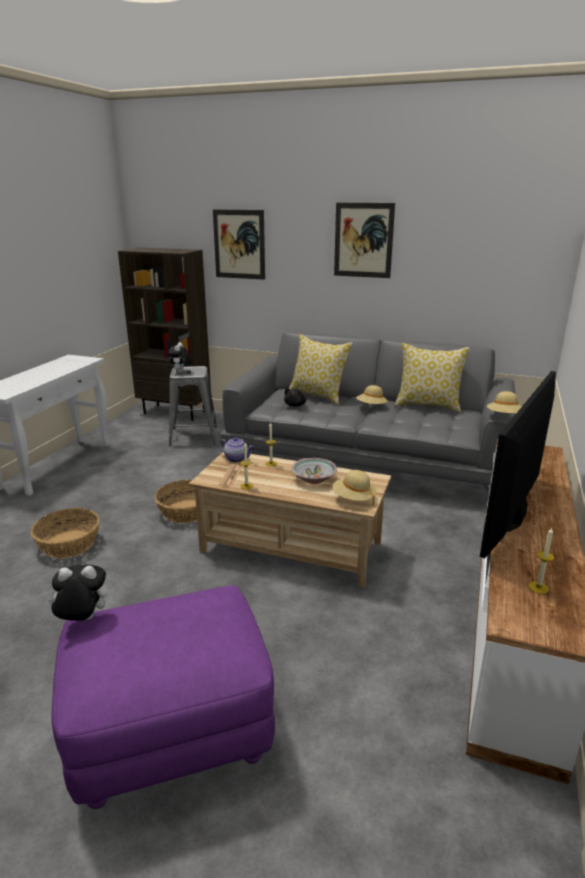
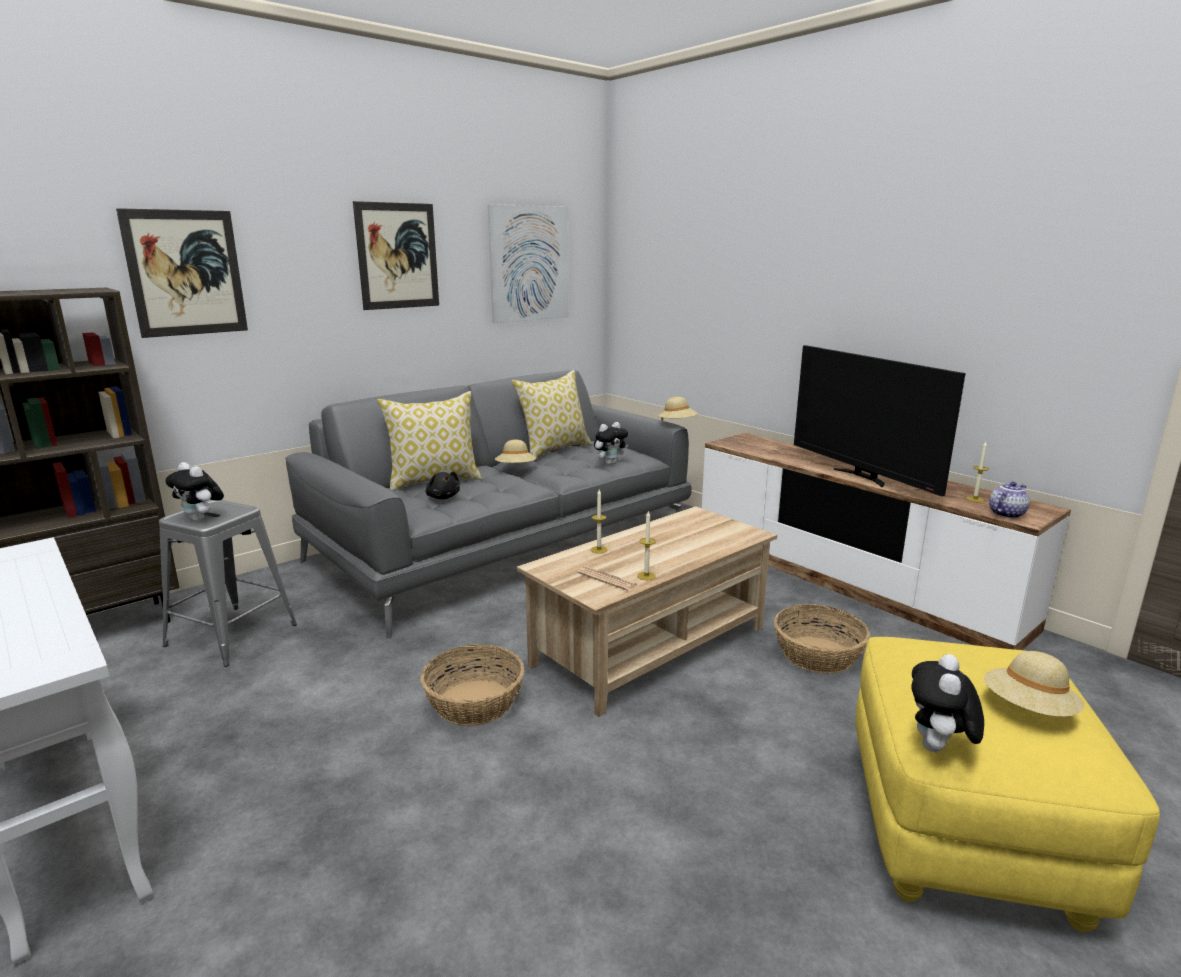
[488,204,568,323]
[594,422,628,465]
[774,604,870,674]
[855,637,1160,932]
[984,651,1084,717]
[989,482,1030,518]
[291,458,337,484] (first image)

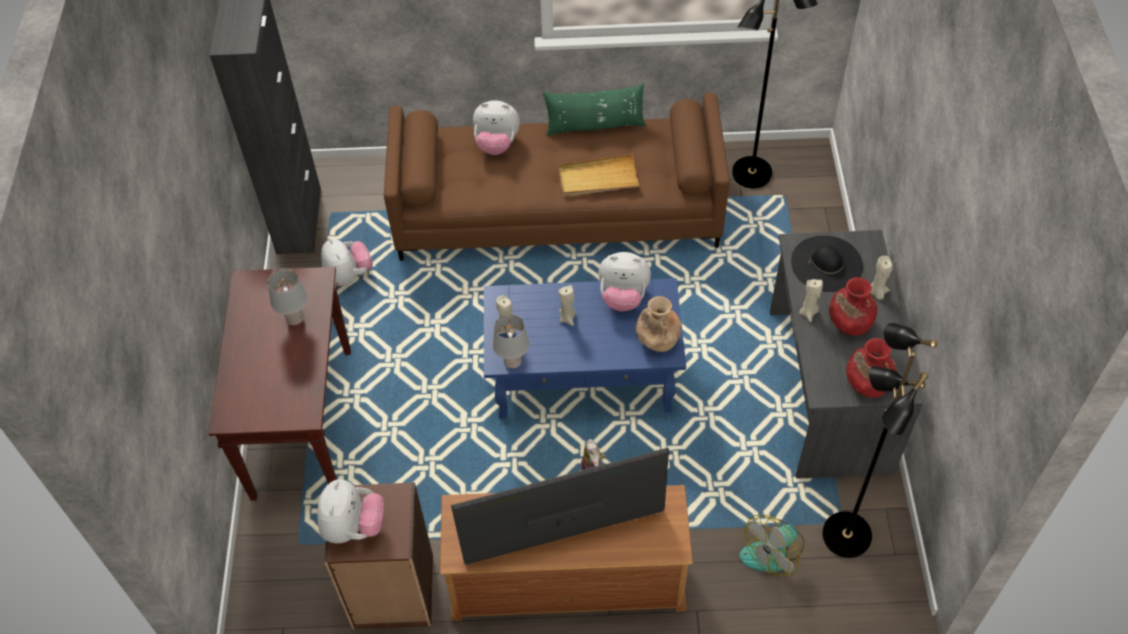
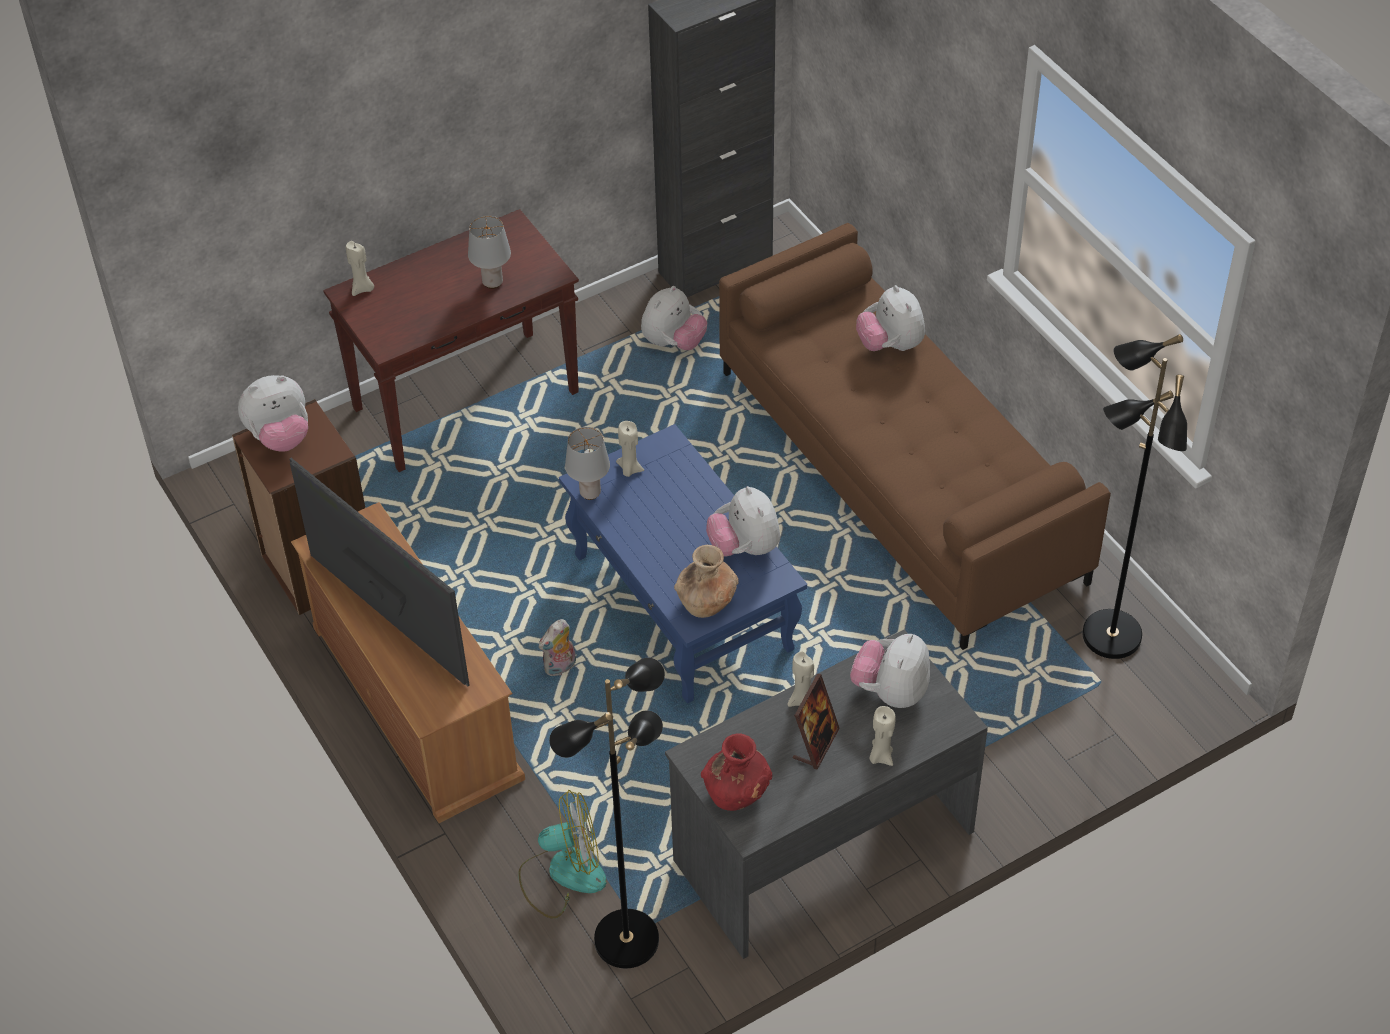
[346,241,374,296]
[518,790,606,919]
[793,674,840,770]
[850,634,930,708]
[543,83,646,136] (first image)
[559,154,640,196] (first image)

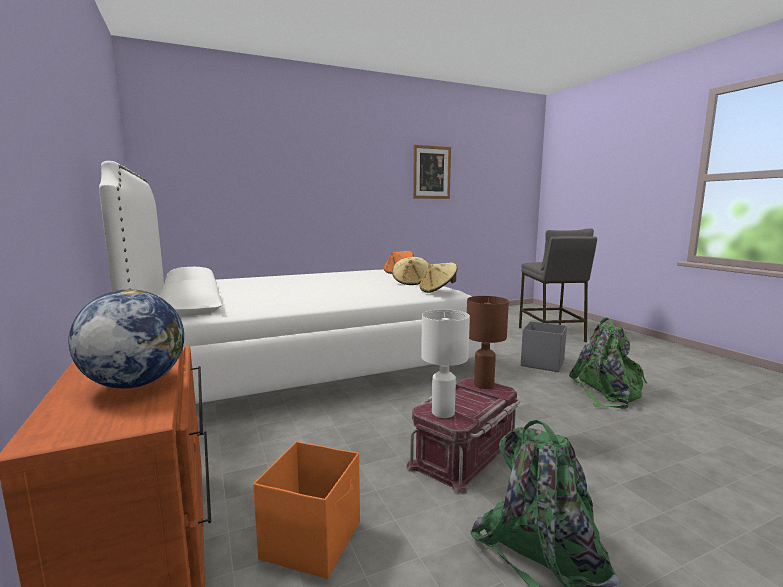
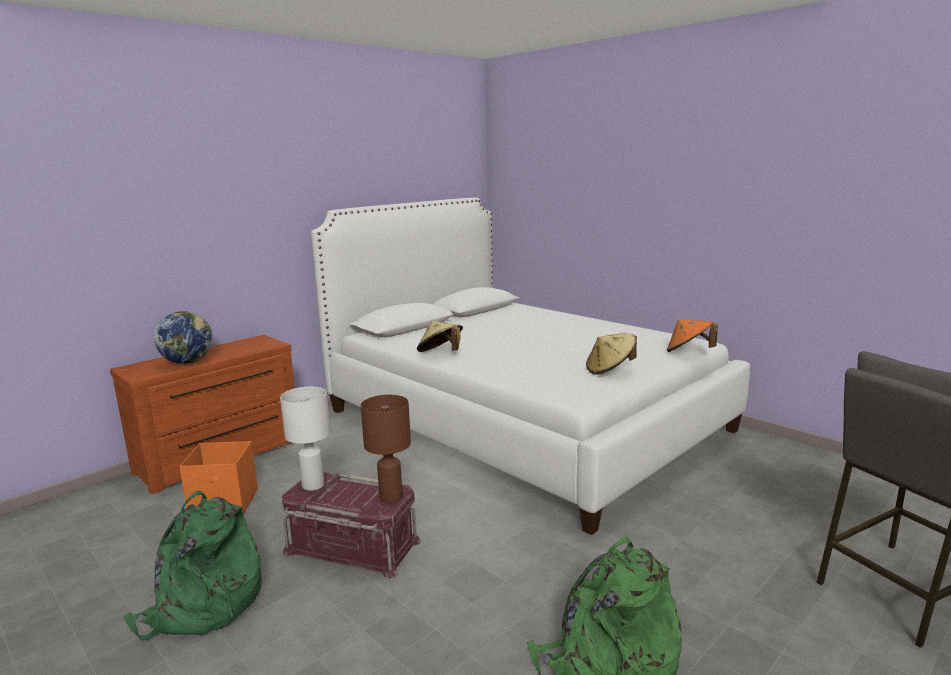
[417,321,463,352]
[413,145,451,199] (first image)
[521,321,567,372] (first image)

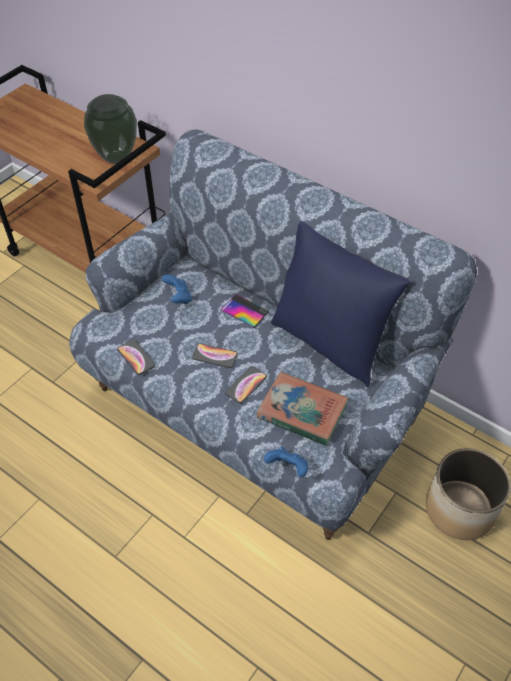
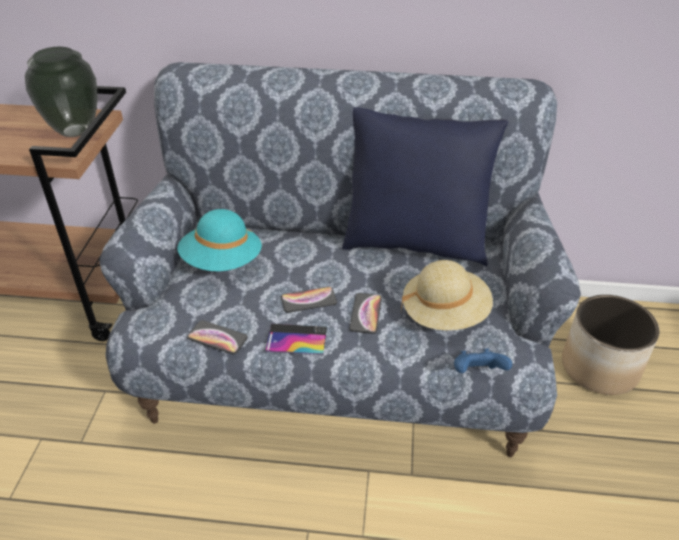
[177,209,262,271]
[266,324,327,355]
[401,260,493,330]

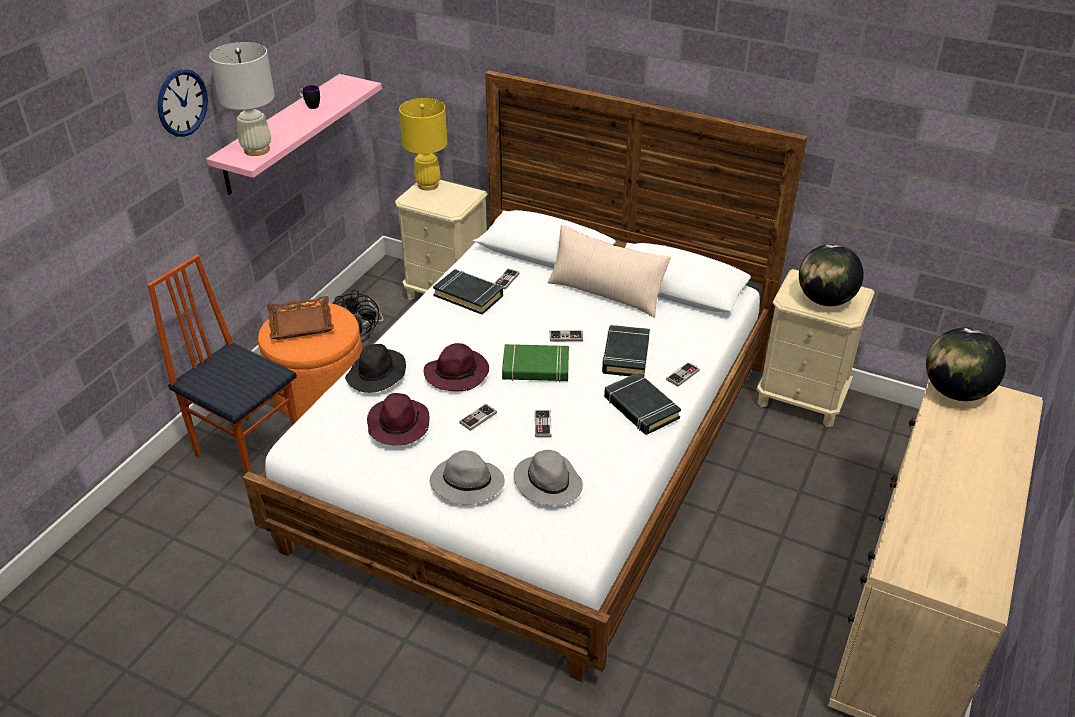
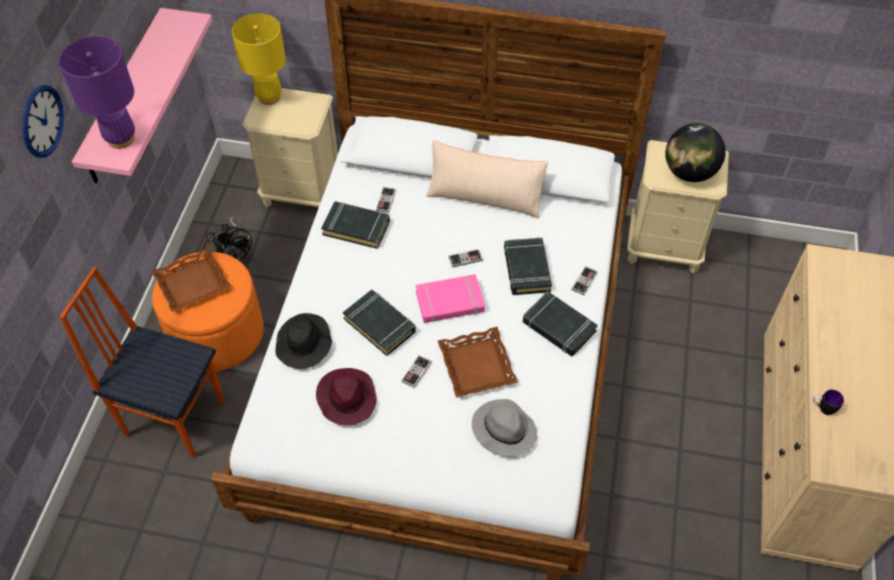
[59,36,135,149]
[343,290,416,356]
[416,274,485,323]
[438,327,518,398]
[813,390,844,415]
[430,450,505,506] (first image)
[926,328,1006,401] (first image)

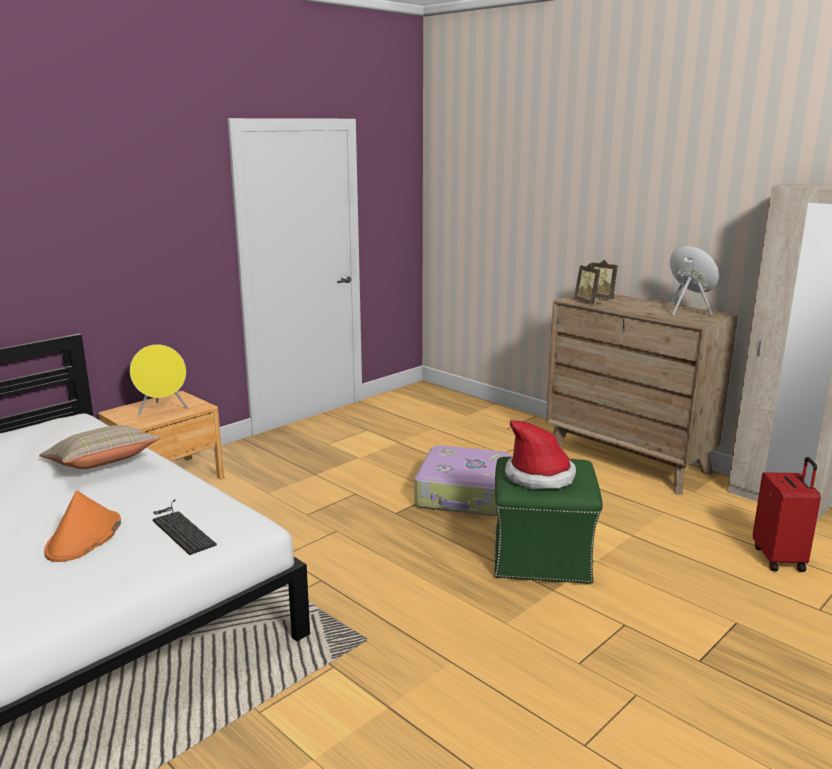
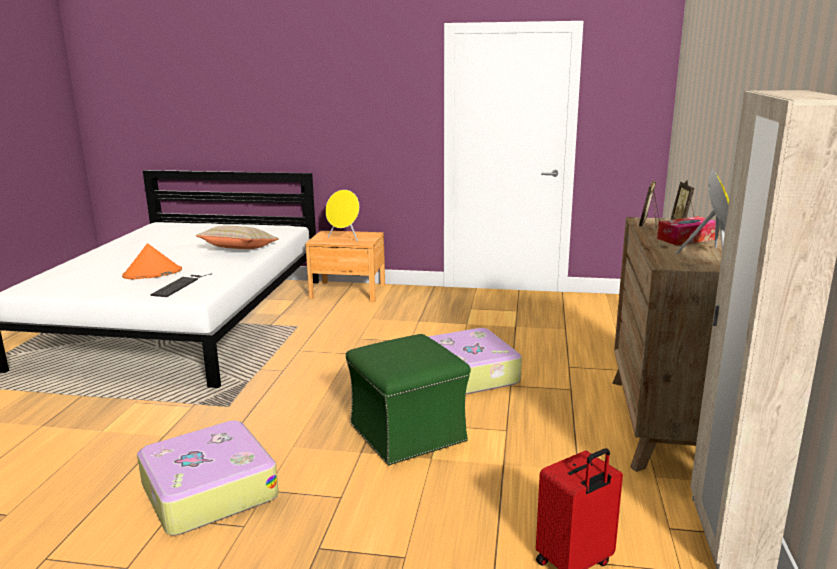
[137,420,279,535]
[657,216,716,245]
[505,420,576,490] (first image)

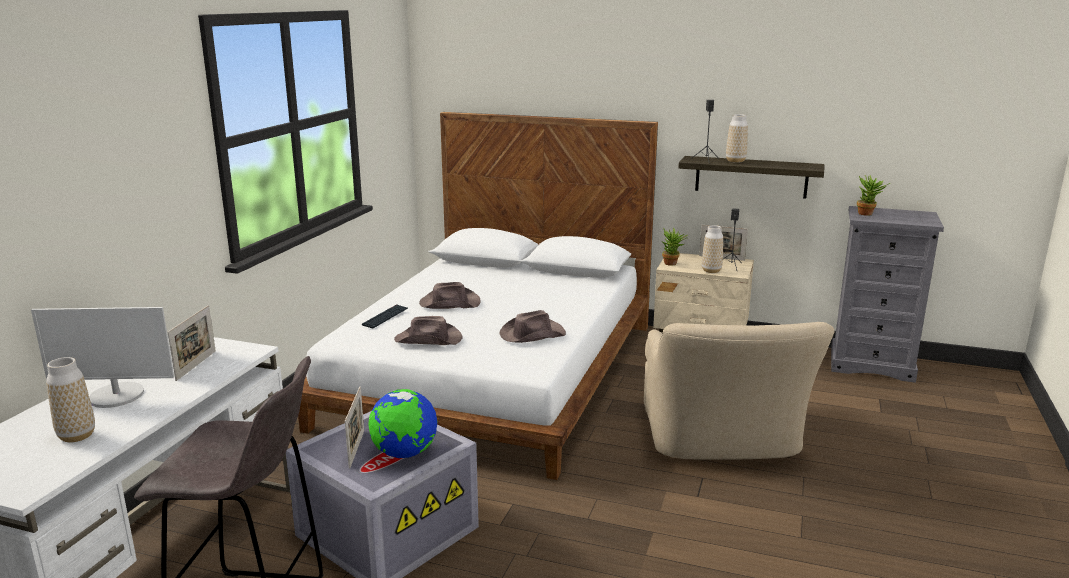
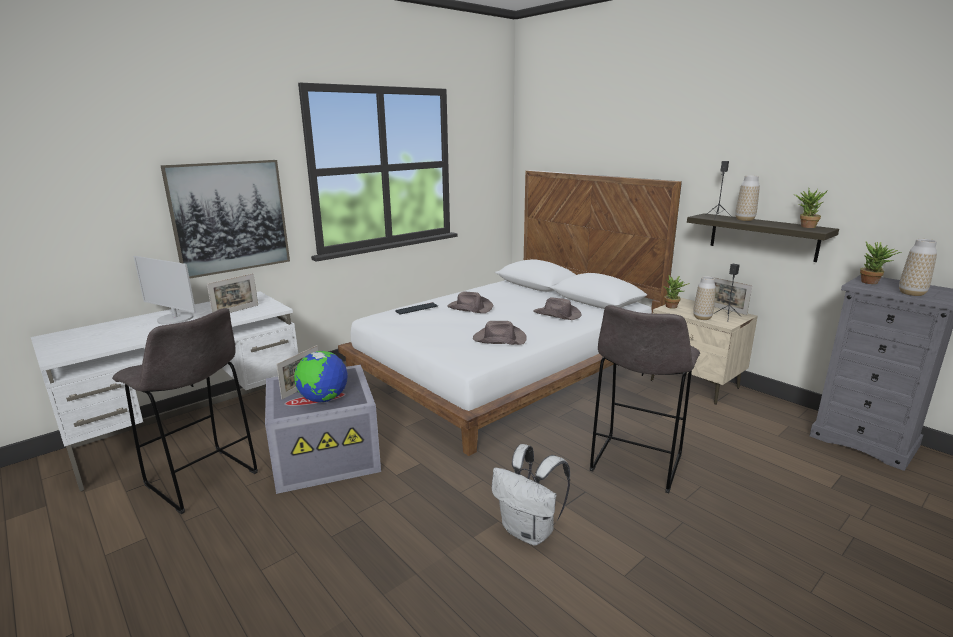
[161,160,290,278]
[492,444,570,546]
[533,297,581,320]
[590,305,700,493]
[793,188,828,228]
[899,239,937,296]

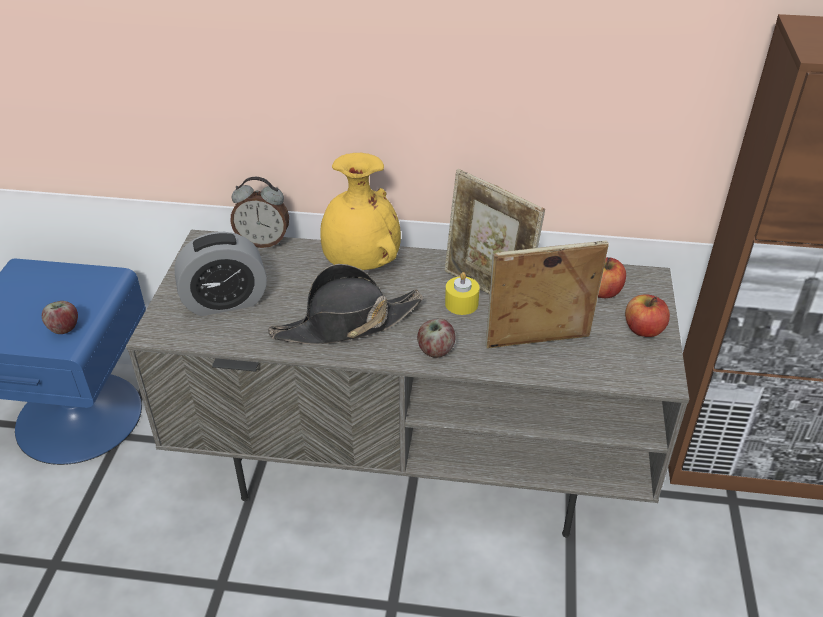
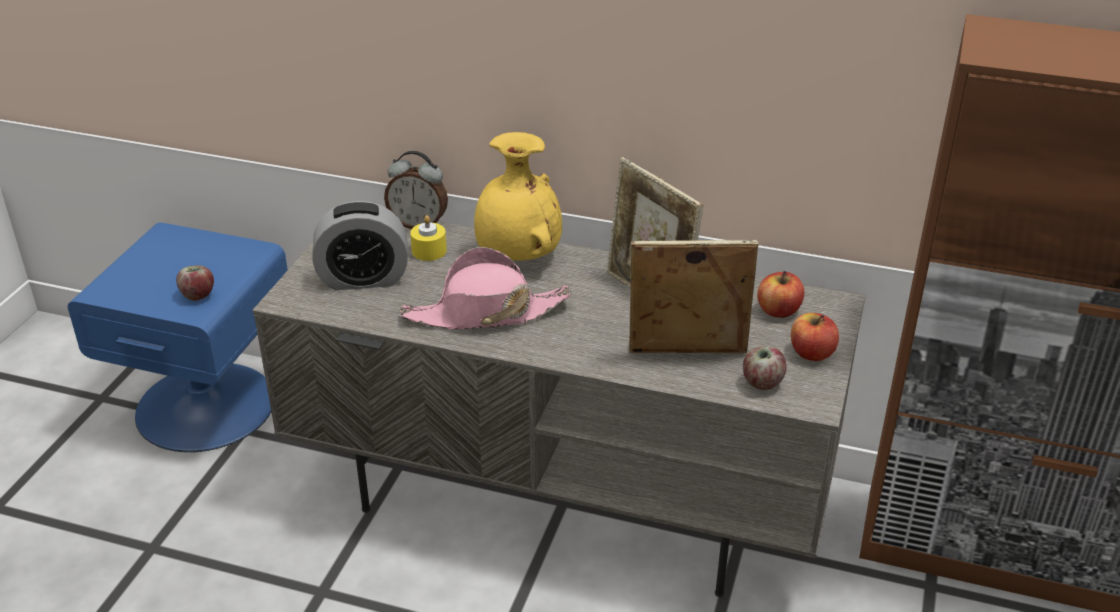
[400,247,572,330]
[410,215,447,261]
[743,346,786,390]

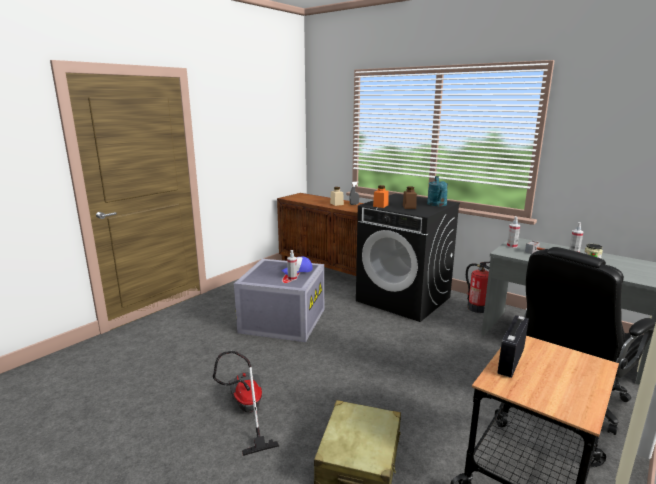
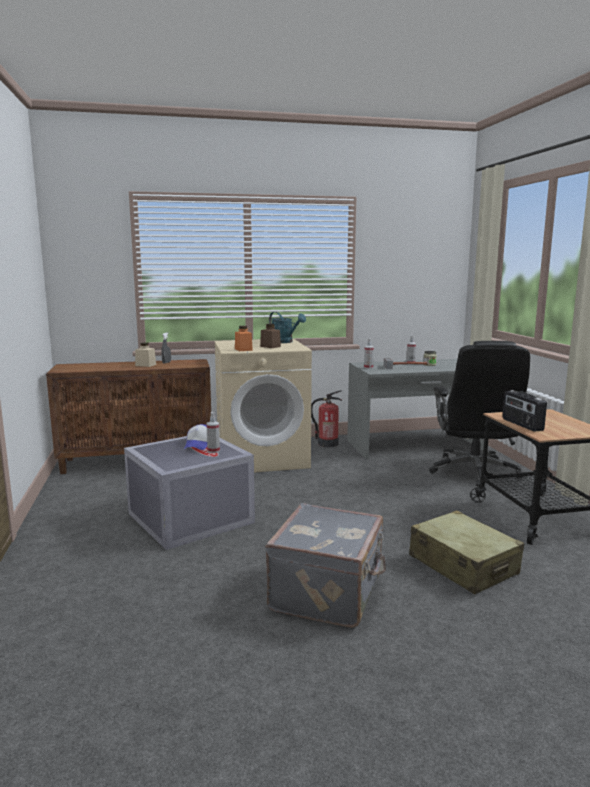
[215,339,312,472]
[265,503,386,628]

